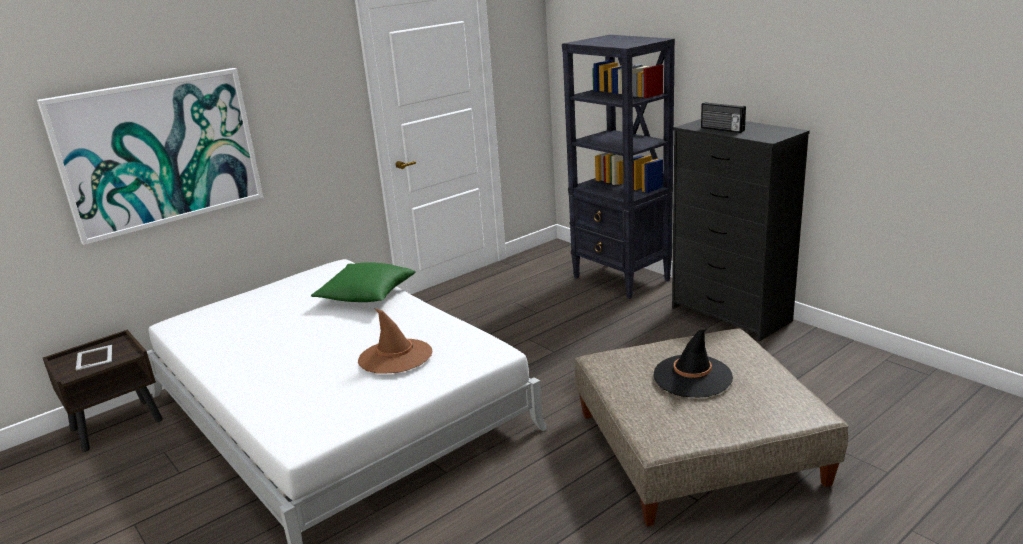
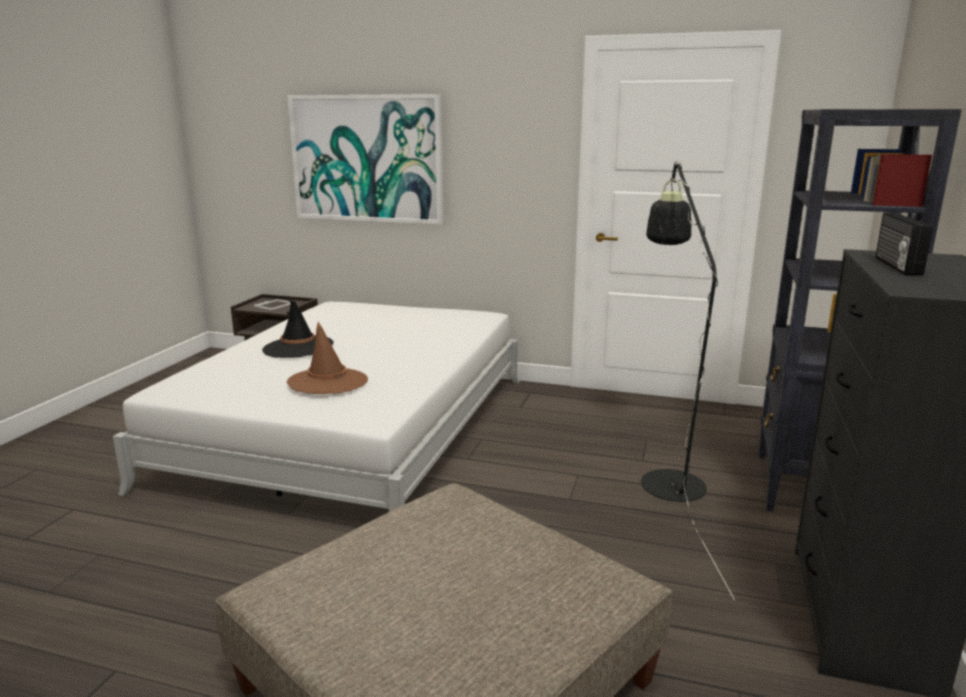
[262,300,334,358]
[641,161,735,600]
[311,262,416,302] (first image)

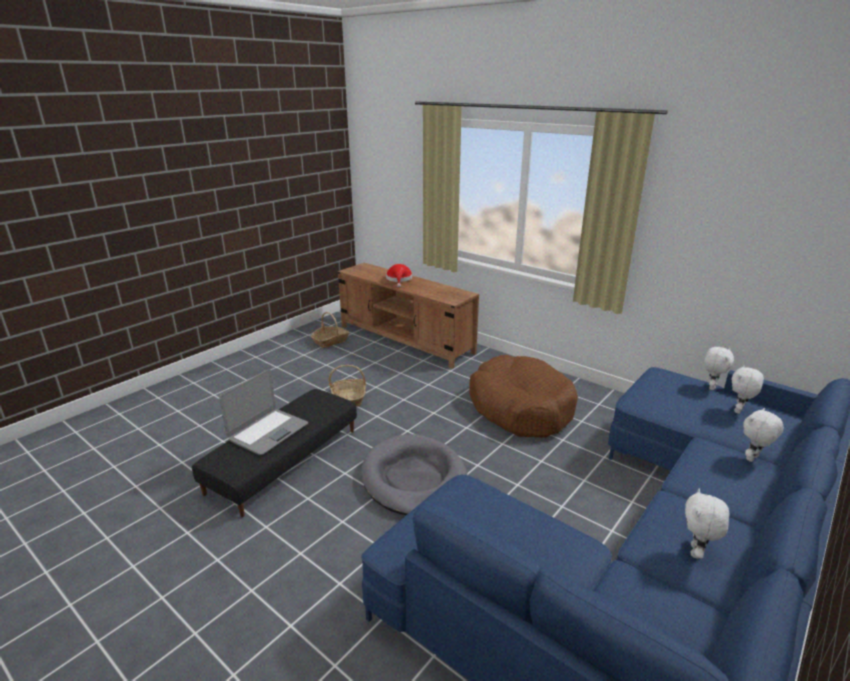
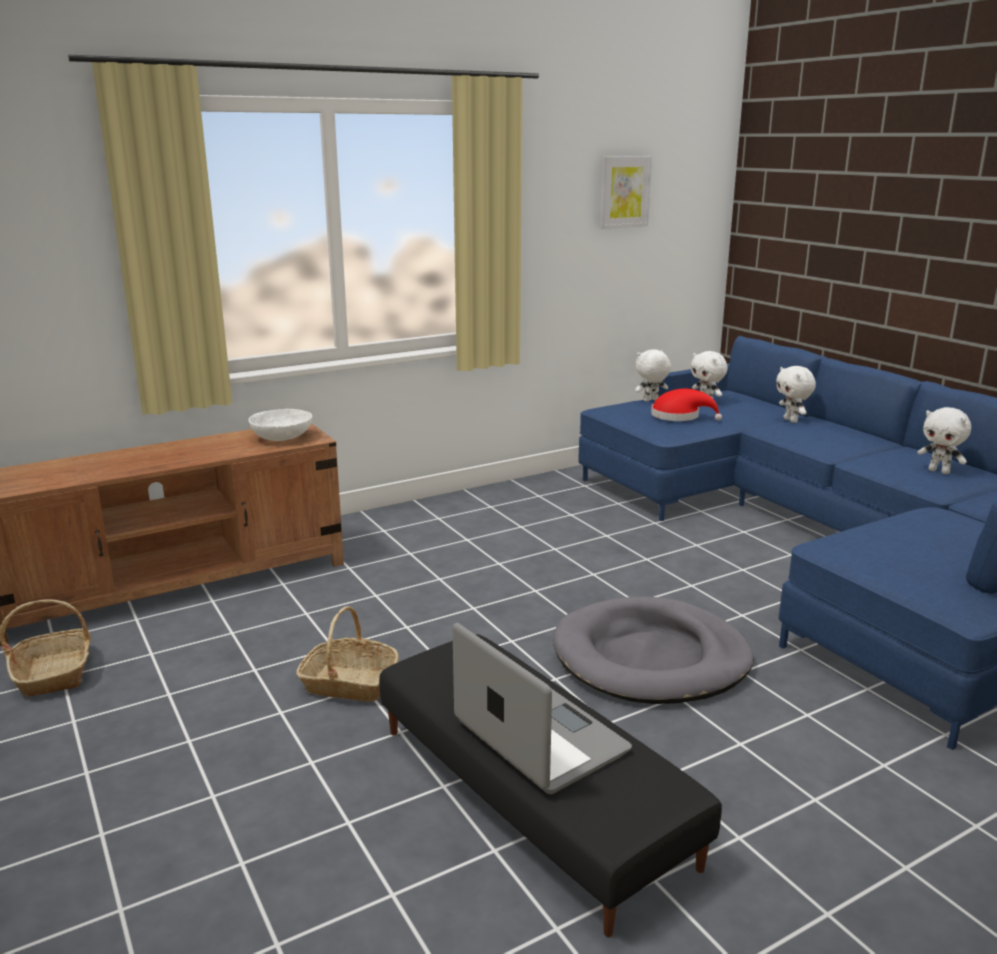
[249,409,312,441]
[599,156,652,229]
[635,349,671,402]
[651,389,722,421]
[469,355,578,438] (first image)

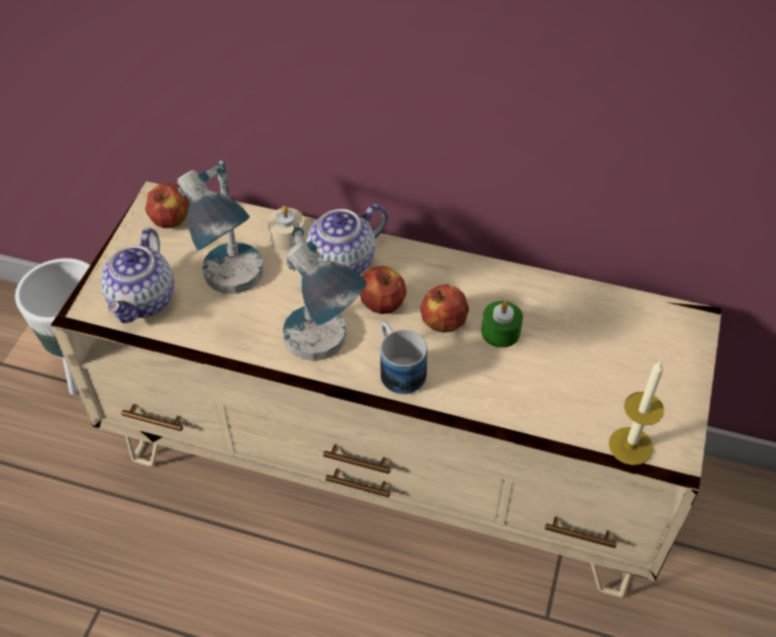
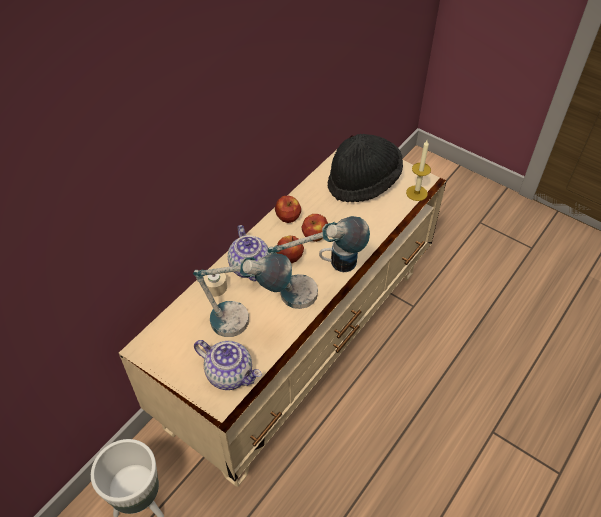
[275,196,301,223]
[327,134,403,202]
[481,301,523,348] (first image)

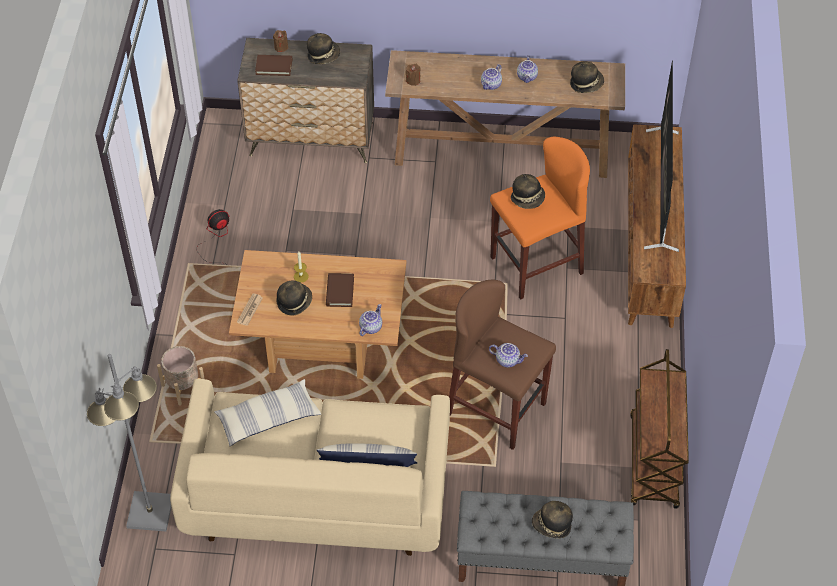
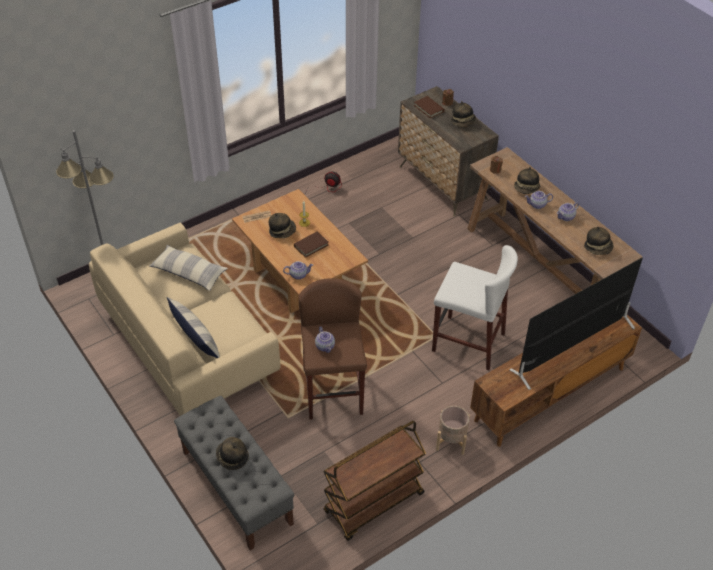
[432,245,518,370]
[436,406,470,455]
[514,167,540,194]

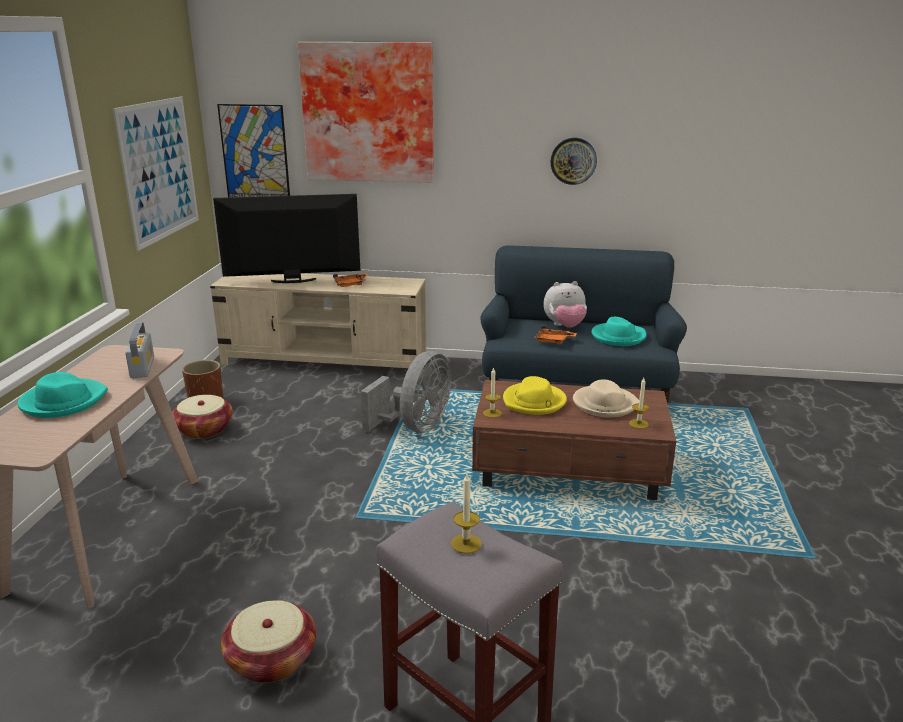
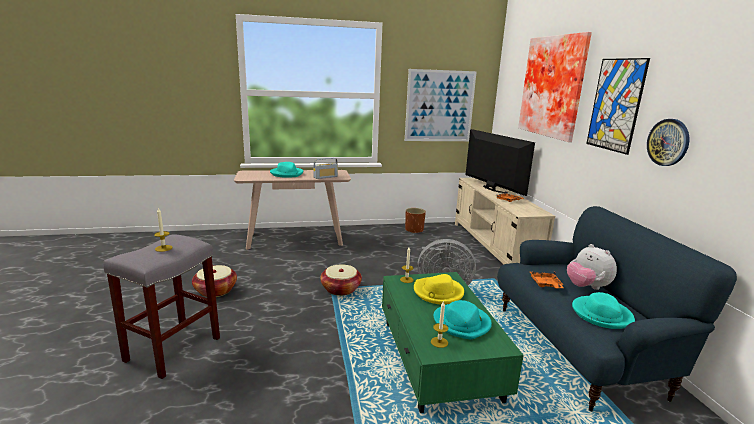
[320,265,362,296]
[382,272,524,413]
[434,300,492,339]
[586,58,650,155]

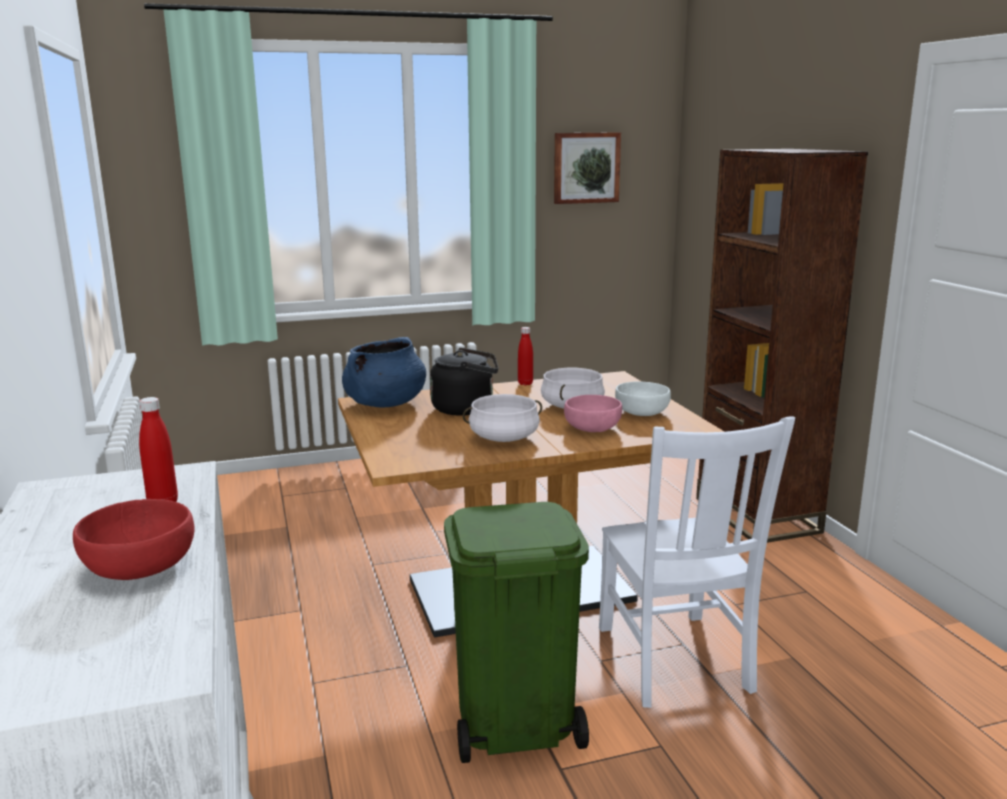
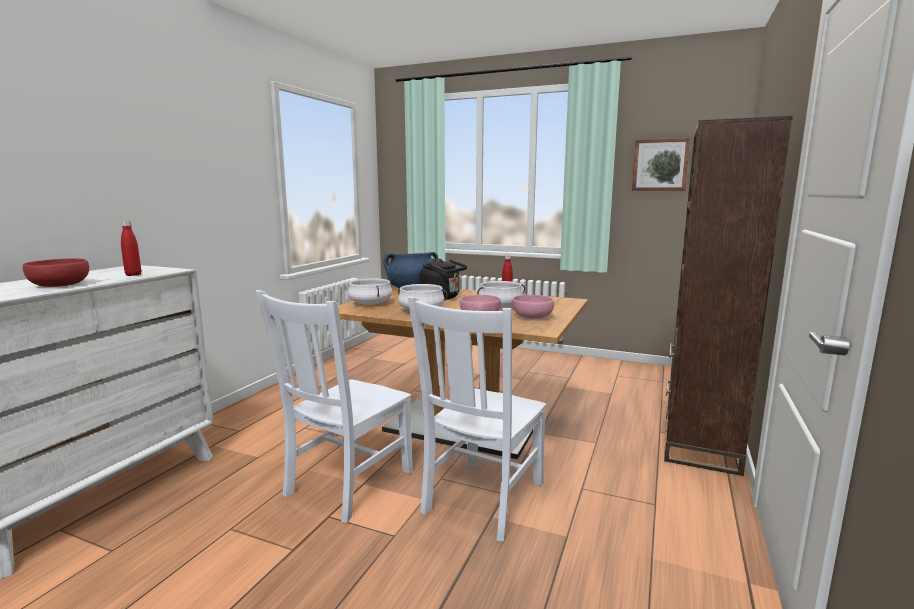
[256,290,413,523]
[348,278,392,305]
[512,295,554,319]

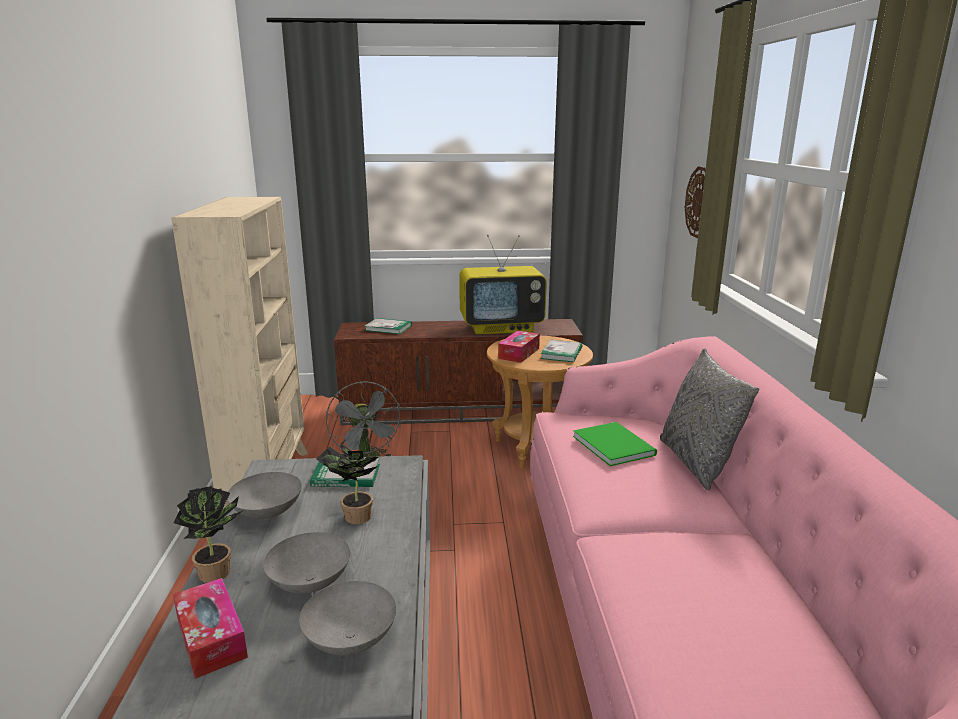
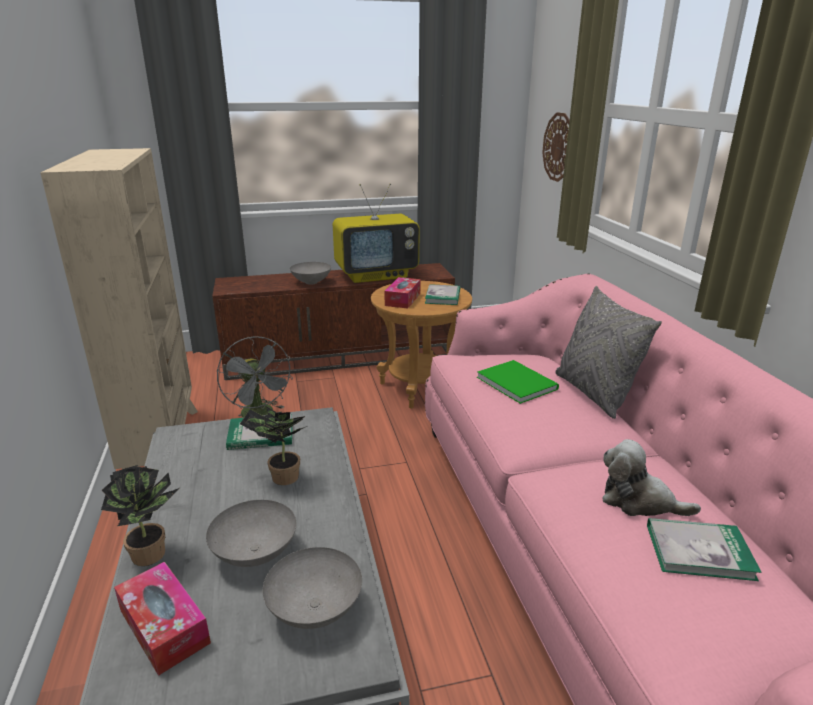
[290,262,331,285]
[602,439,701,516]
[647,518,762,581]

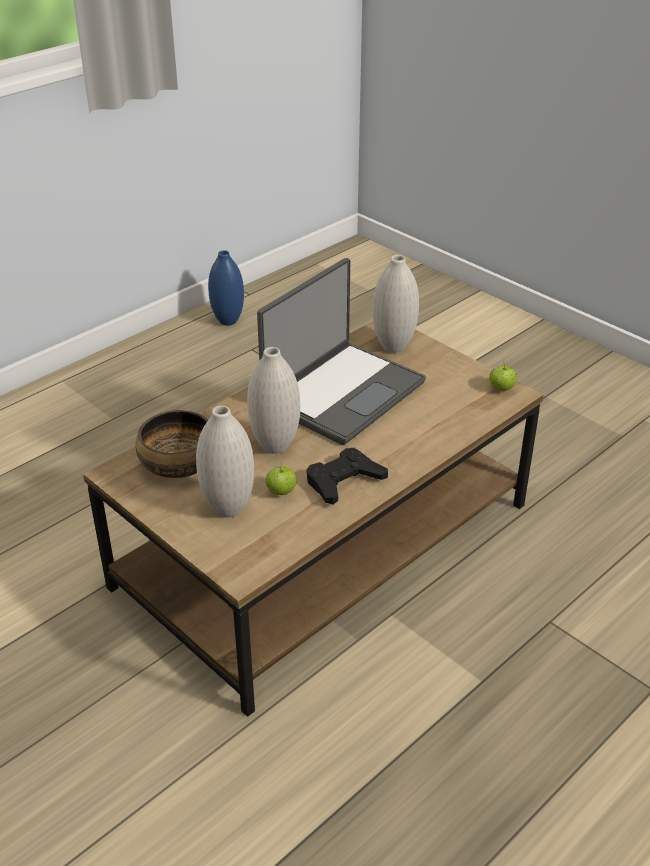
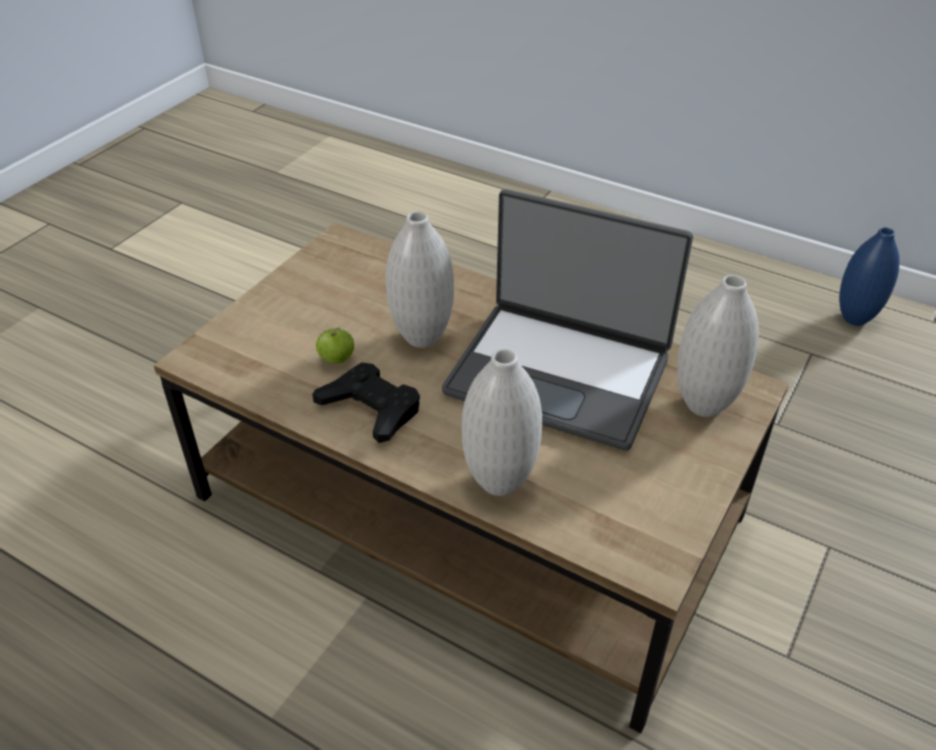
[462,349,542,496]
[135,410,208,478] (first image)
[489,364,517,391] (first image)

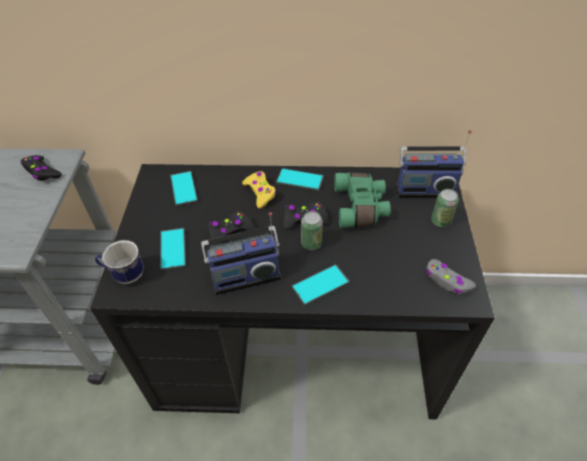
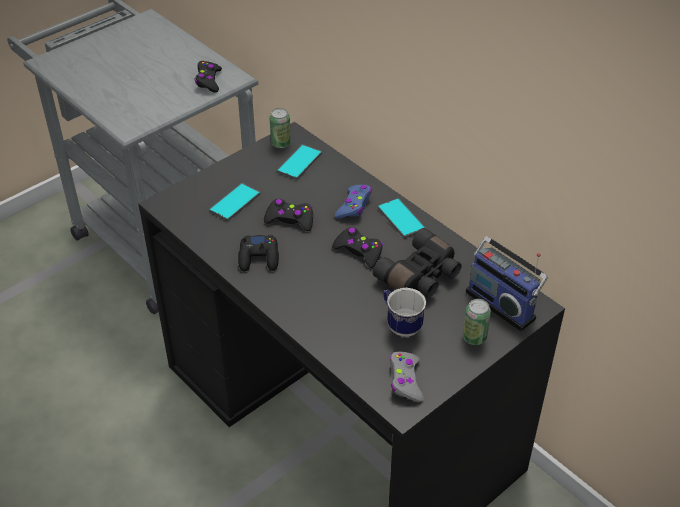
[238,235,279,272]
[270,108,291,148]
[335,185,372,219]
[373,228,462,297]
[383,288,426,337]
[292,264,350,306] (first image)

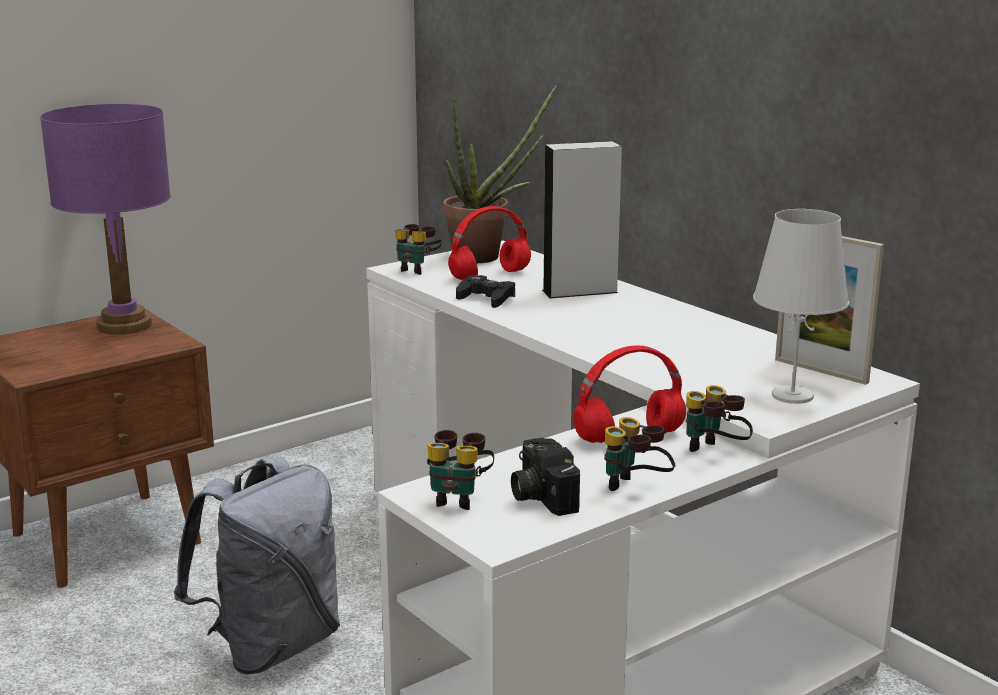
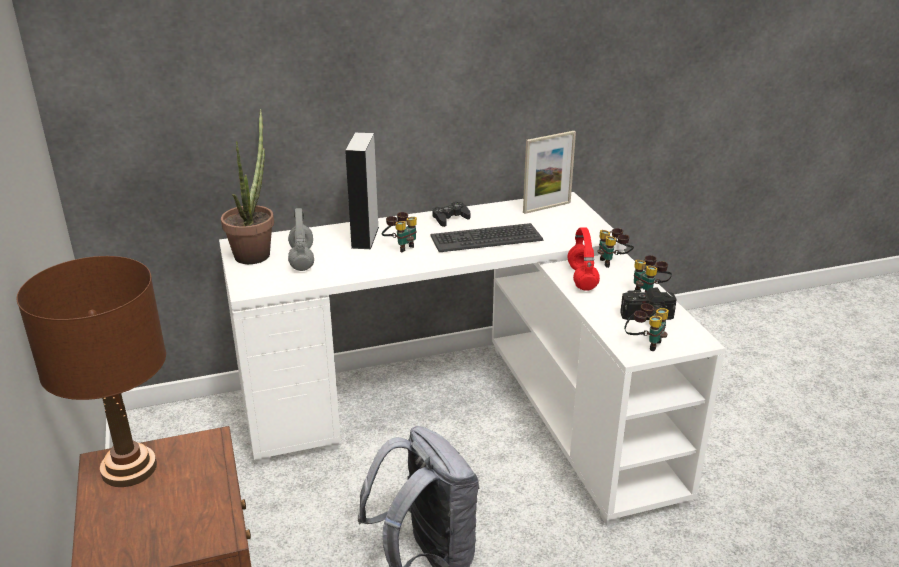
[16,256,166,487]
[288,208,314,271]
[382,212,417,252]
[430,223,543,252]
[432,201,470,227]
[753,209,849,404] (first image)

